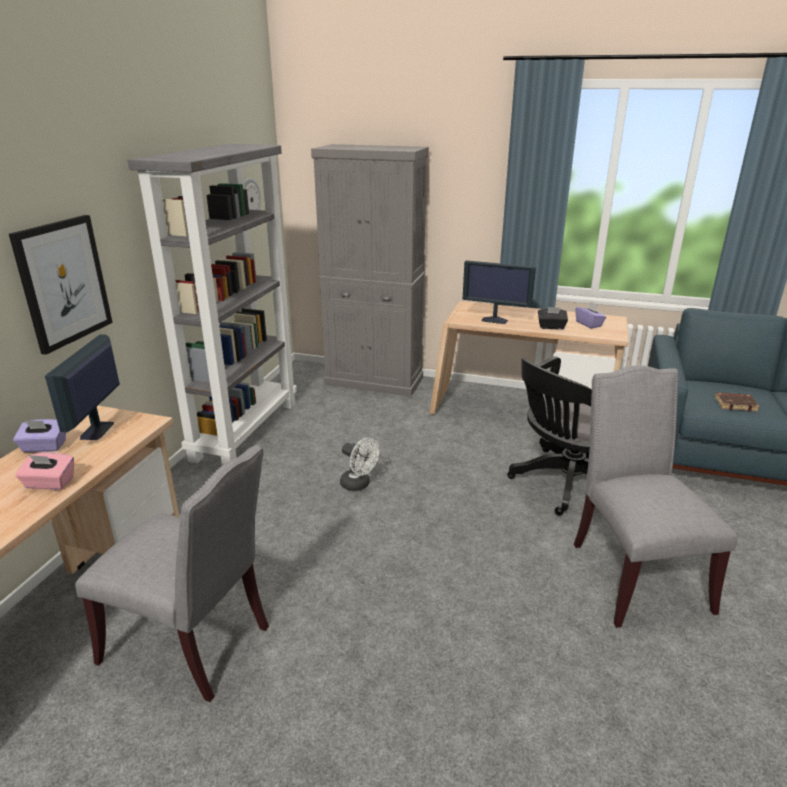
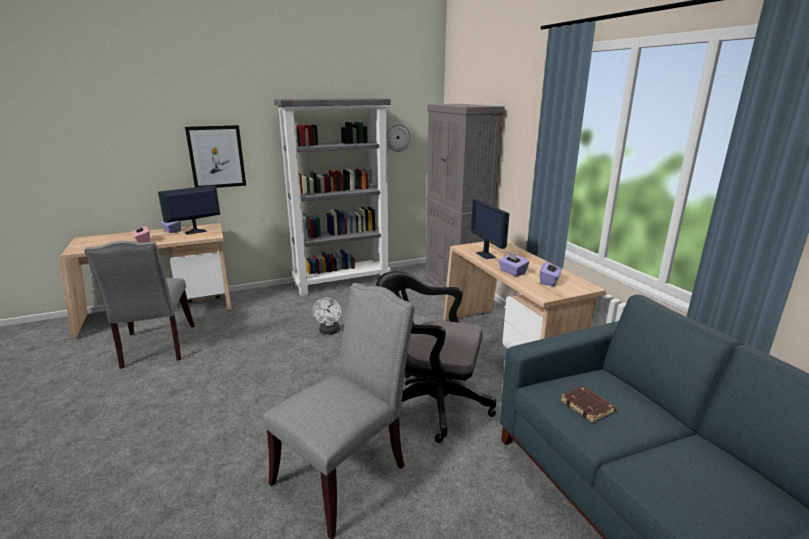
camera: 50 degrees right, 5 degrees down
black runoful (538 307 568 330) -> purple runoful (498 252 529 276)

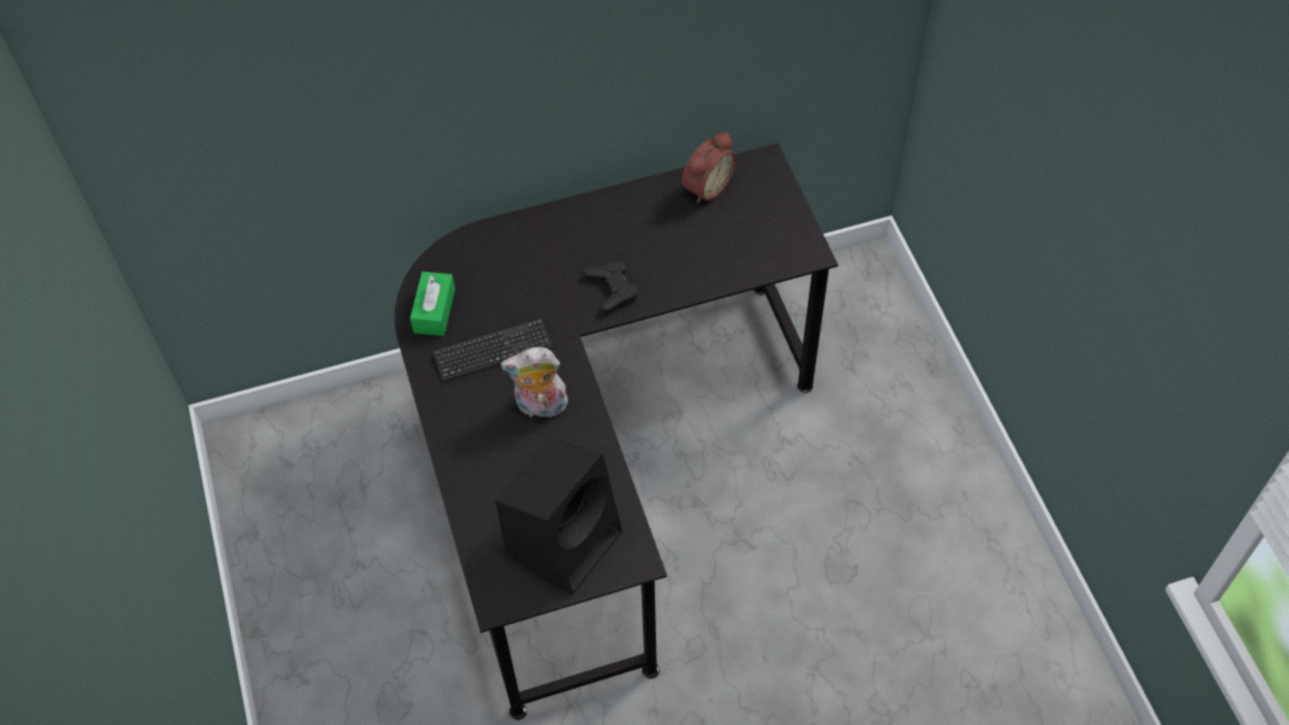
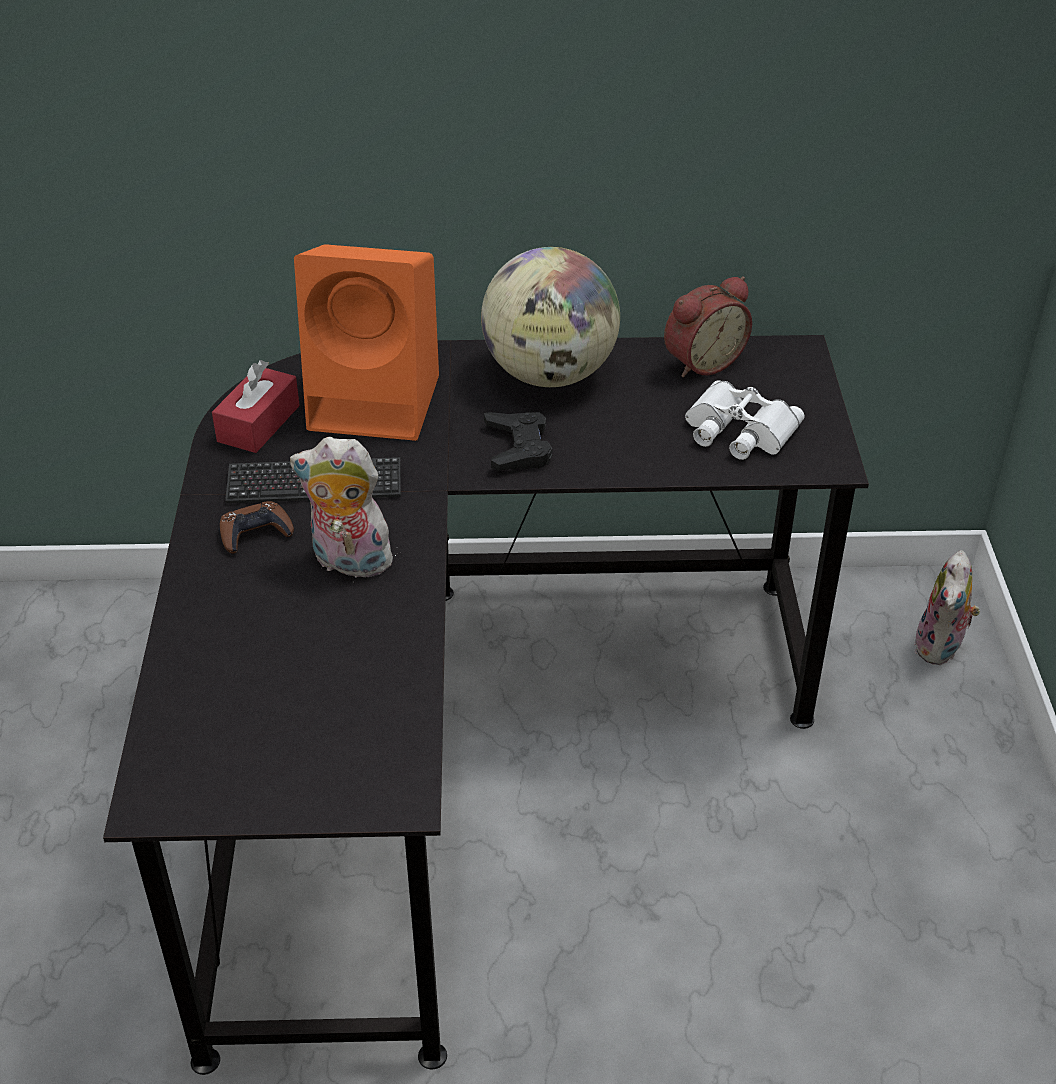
camera: 15 degrees right, 15 degrees down
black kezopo (495 437 622 595) -> none
none -> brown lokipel (220 501 294 554)
none -> orange kezopo (294 244 439 441)
none -> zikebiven (481 247 620 387)
none -> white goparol (685 380 804 460)
none -> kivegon (914 550 980 665)
green runoful (410 272 455 336) -> red runoful (212 360 300 453)

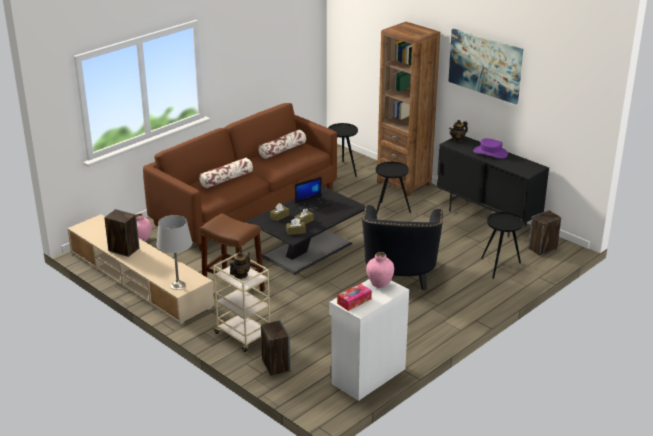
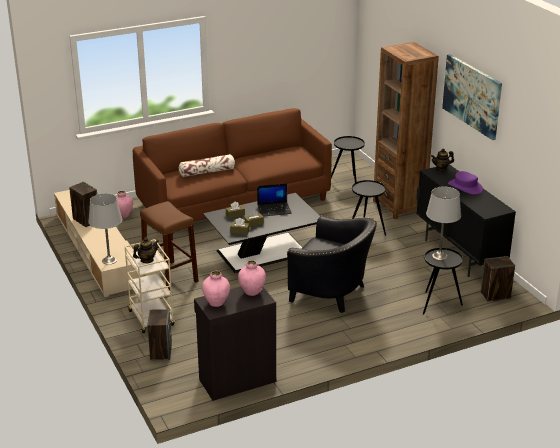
camera: 20 degrees right, 0 degrees up
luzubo (259 130 306 159) -> none
none -> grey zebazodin (426 186 461 260)
runoful (337 284 372 311) -> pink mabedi (202 271 230 307)
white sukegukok (329 279 409 401) -> black sukegukok (194 287 276 401)
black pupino (362 205 443 290) -> black pupino (287 216 377 313), 90 degrees counterclockwise

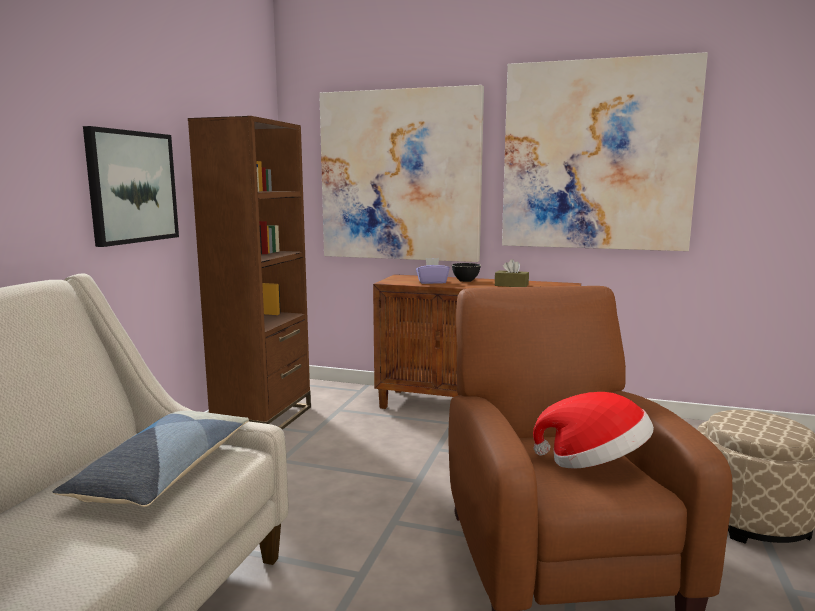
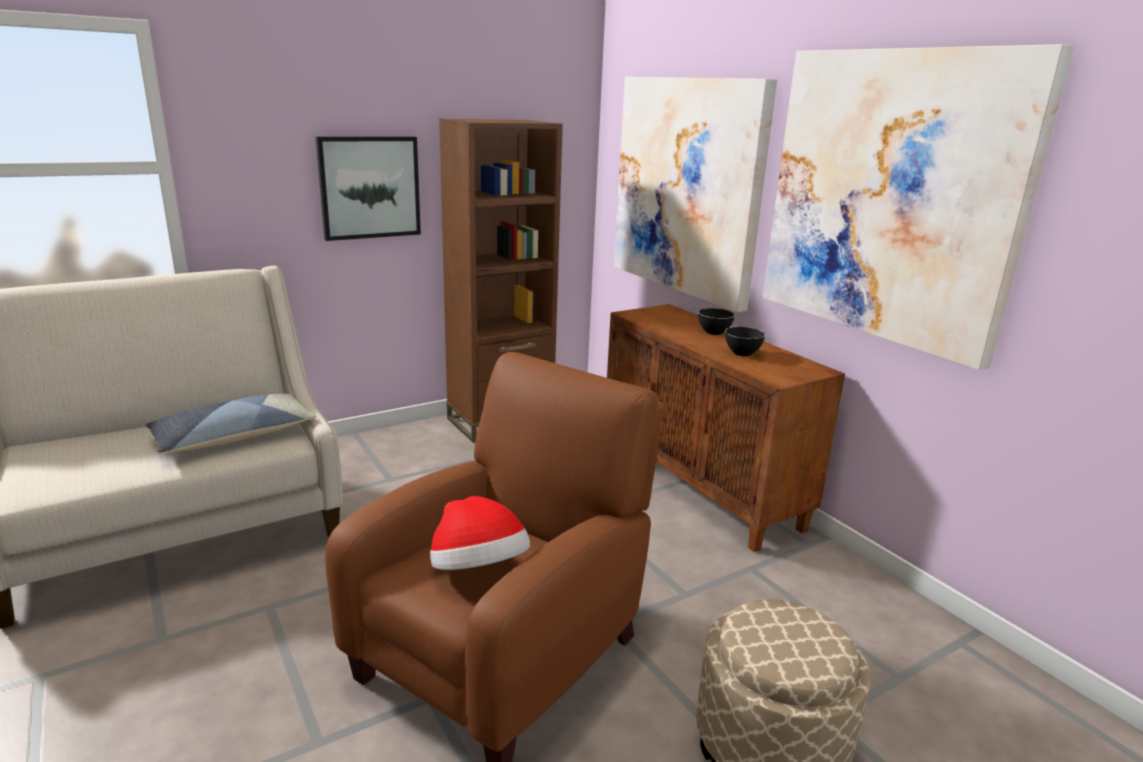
camera: 40 degrees right, 10 degrees up
purple runoful (416 258 450 284) -> none
brown runoful (495 259 529 287) -> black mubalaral (725 327 765 356)

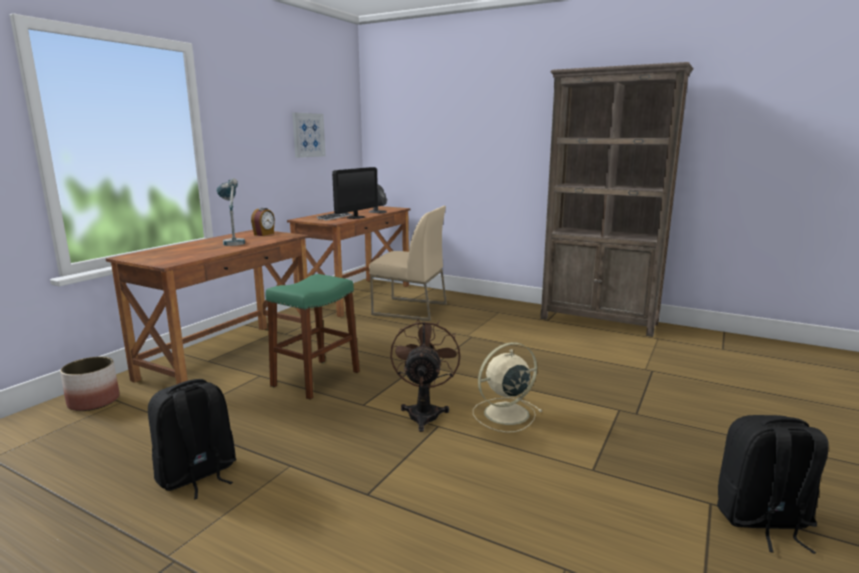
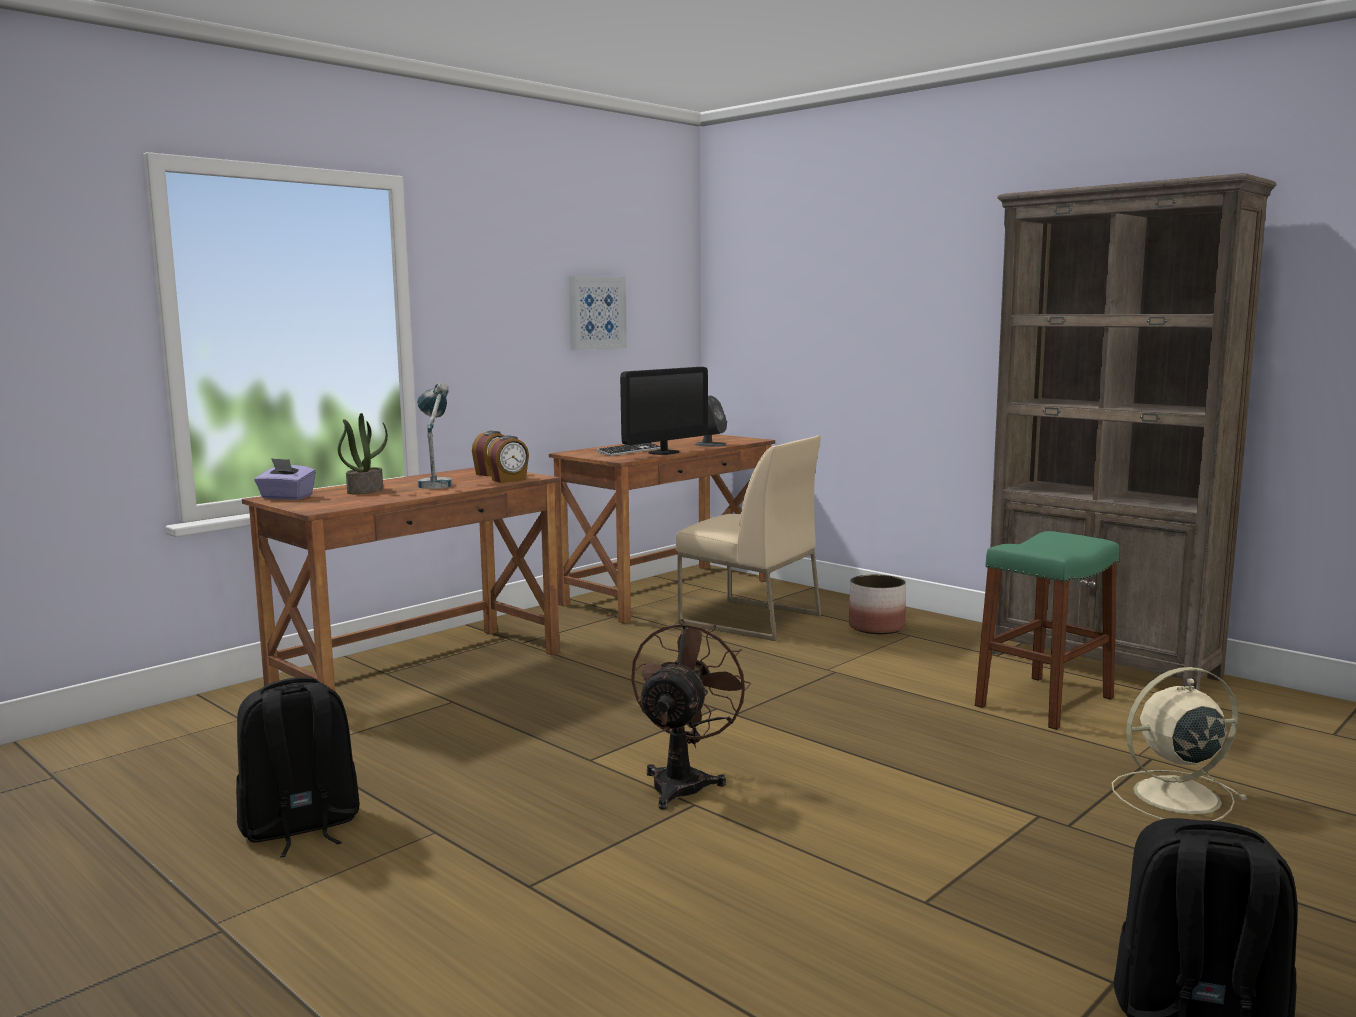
camera: 15 degrees right, 5 degrees down
none -> purple runoful (254 458 316 500)
none -> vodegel (338 413 388 494)
none -> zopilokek (487 435 529 483)
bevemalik (60 357 119 411) -> bevemalik (849 575 906 634), moved
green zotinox (265 274 360 399) -> green zotinox (975 531 1119 730), moved
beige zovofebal (473 342 543 433) -> beige zovofebal (1112 667 1247 821), moved

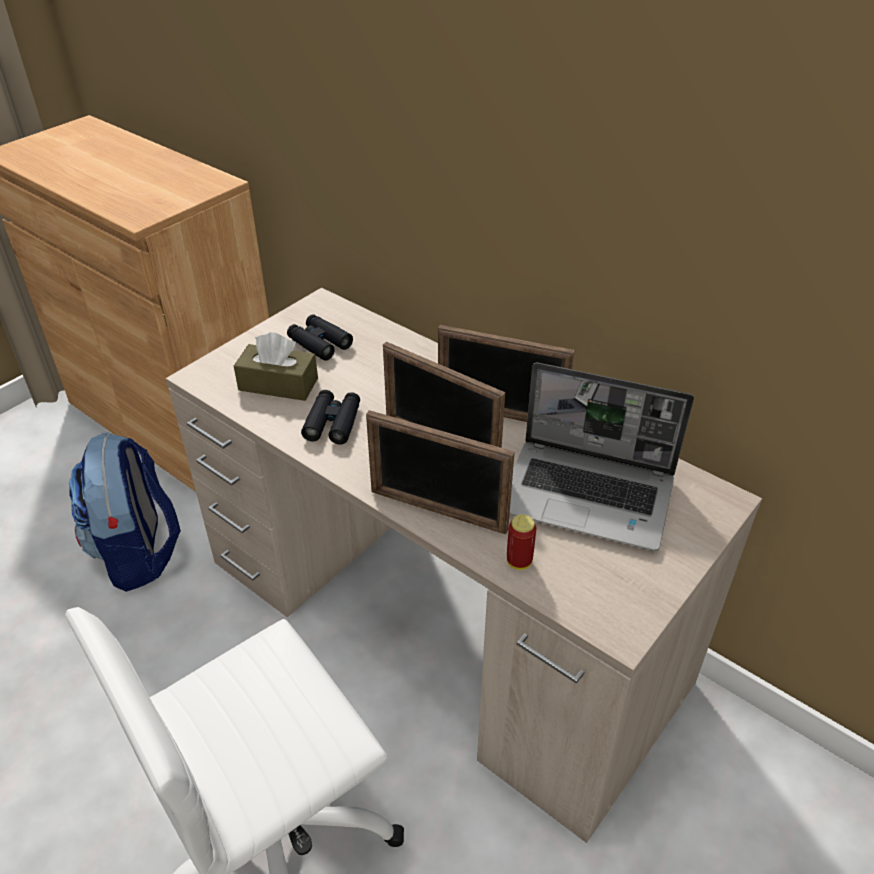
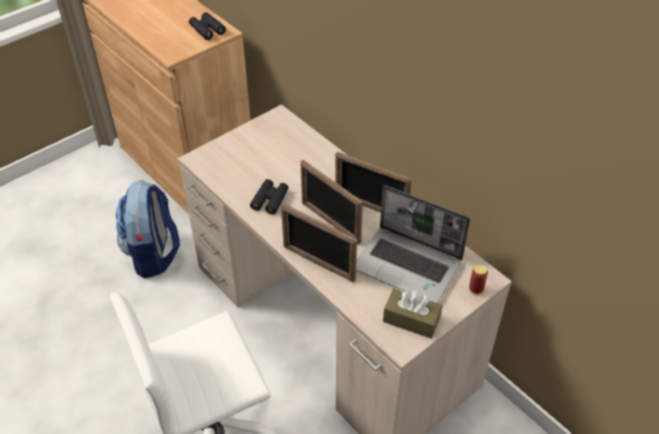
camera: 10 degrees right, 5 degrees up
brown runoful (234 332 318 401) -> brown runoful (383 289 443 339), moved
black goparol (287 314 353 361) -> black goparol (189 12 226 40), moved
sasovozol (507 514 536 570) -> sasovozol (469 264 488 295), moved

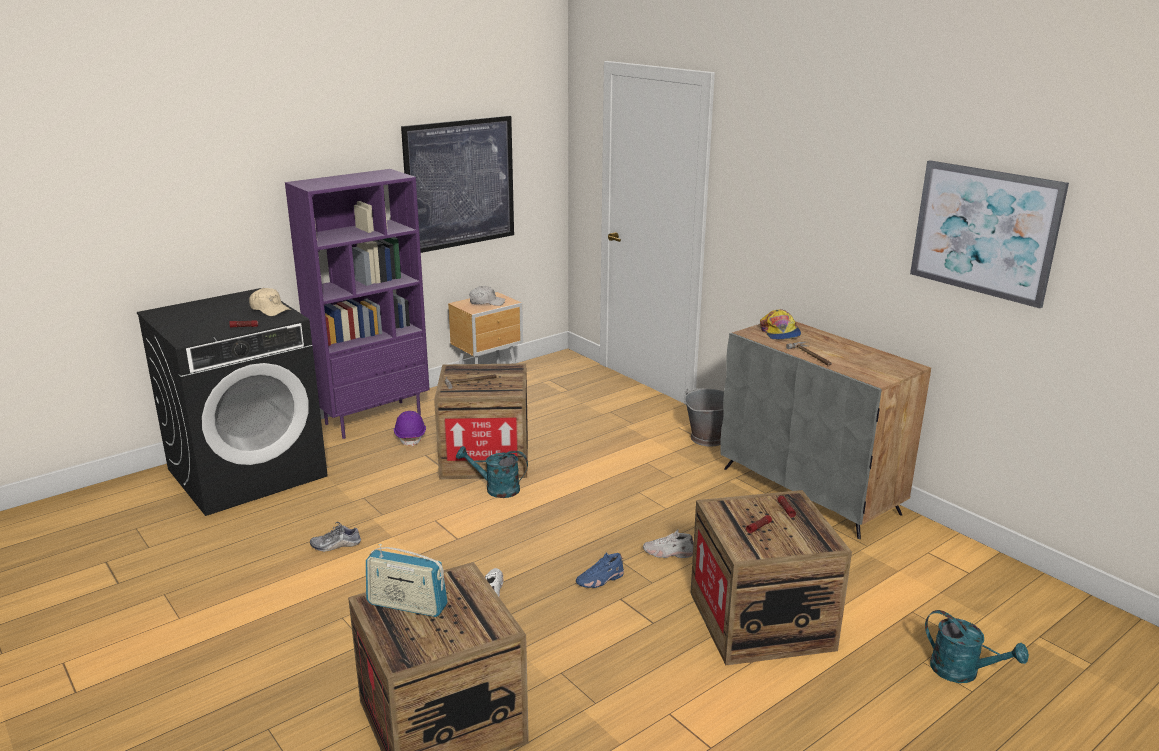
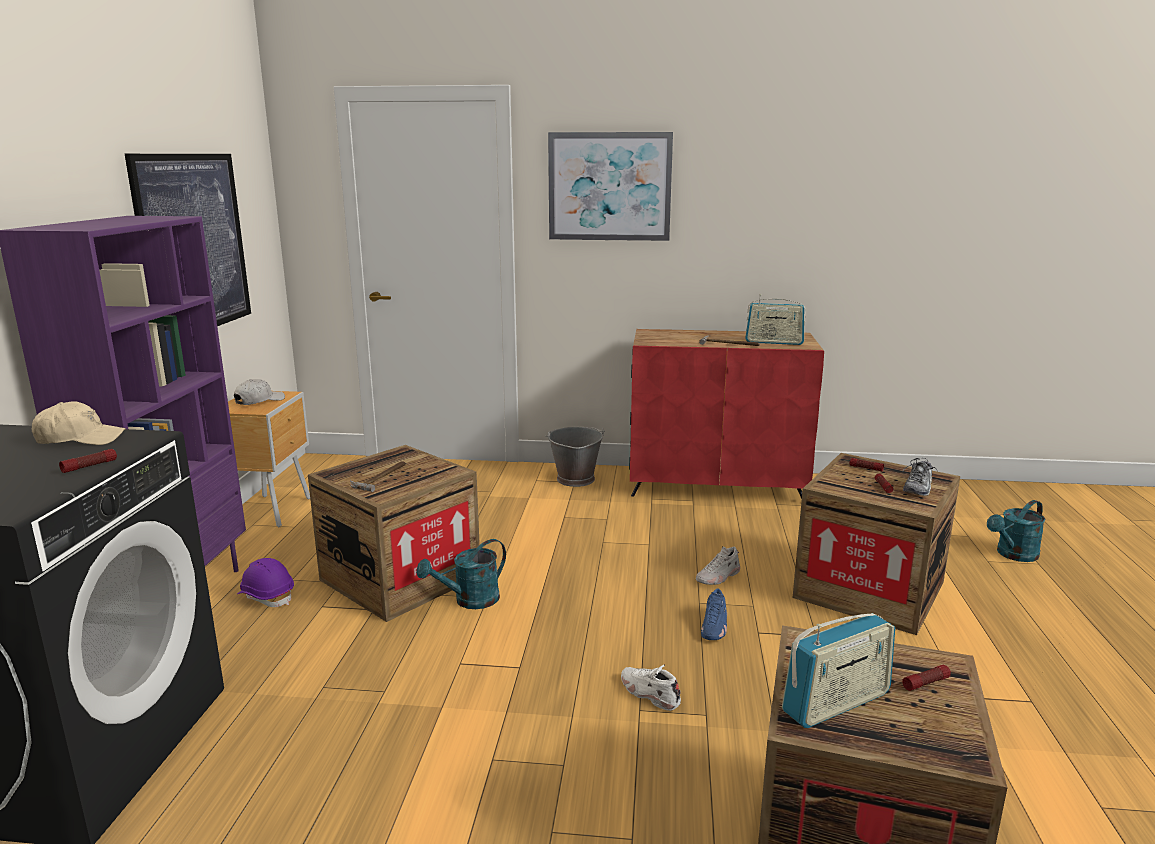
camera: 45 degrees left, 5 degrees down
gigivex (760 309 801 340) -> none
none -> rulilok (745 294 806 345)
none -> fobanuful (902 665 951 691)
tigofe (310 522 361 552) -> tigofe (903 458 938 496), moved
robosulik (910 160 1069 309) -> robosulik (548 132 673 241), moved
grey sukegukok (720 321 931 539) -> red sukegukok (629 329 824 499)
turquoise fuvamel (925 610 1029 683) -> turquoise fuvamel (987 500 1045 562), 150 degrees clockwise

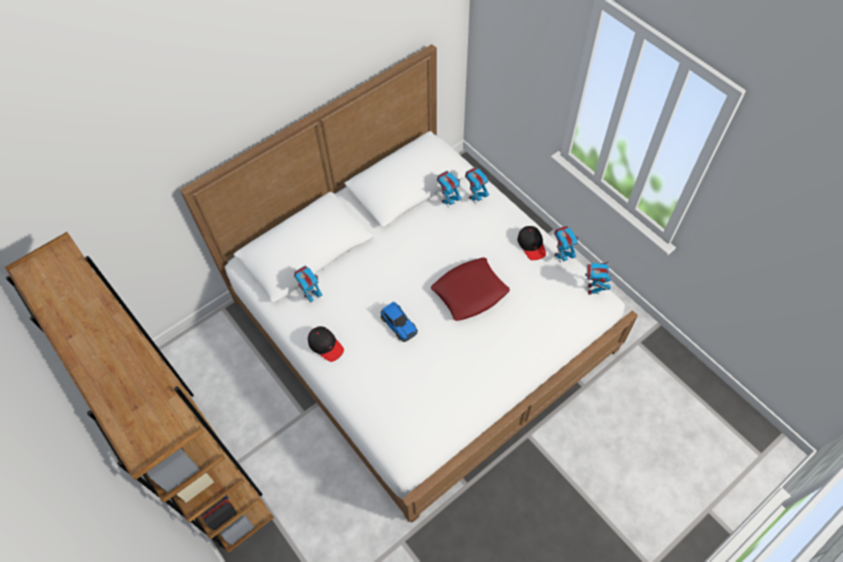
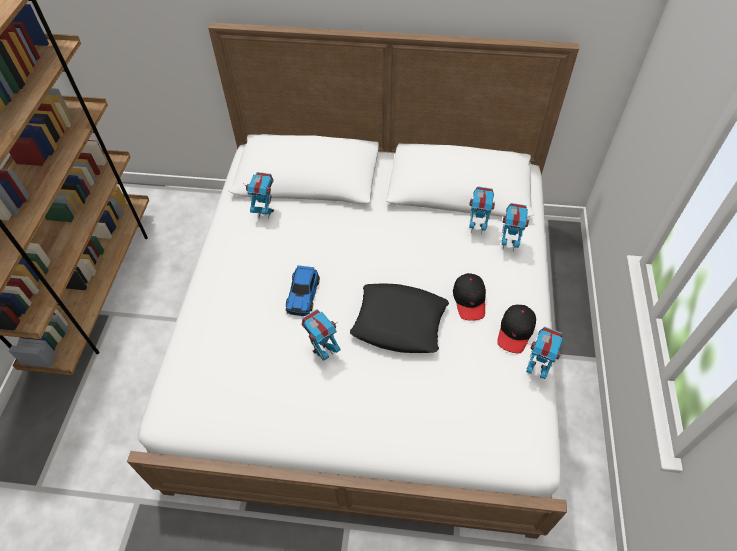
camera: 45 degrees right, 5 degrees down
black gigivex (308 326 344 362) -> black gigivex (453 273 486 321), moved
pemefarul (585 260 612 295) -> pemefarul (302 309 341 360), moved
red luzubo (431 257 510 321) -> black luzubo (350 283 449 353)

